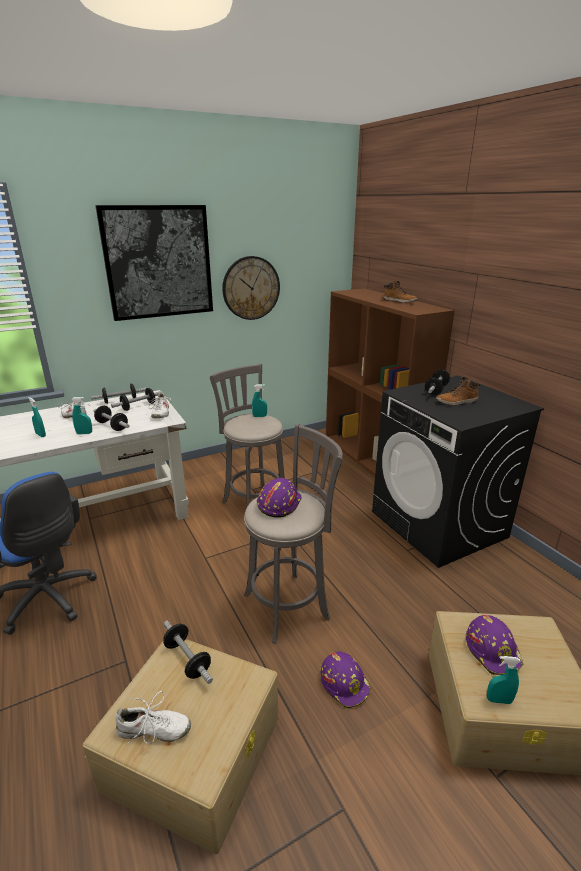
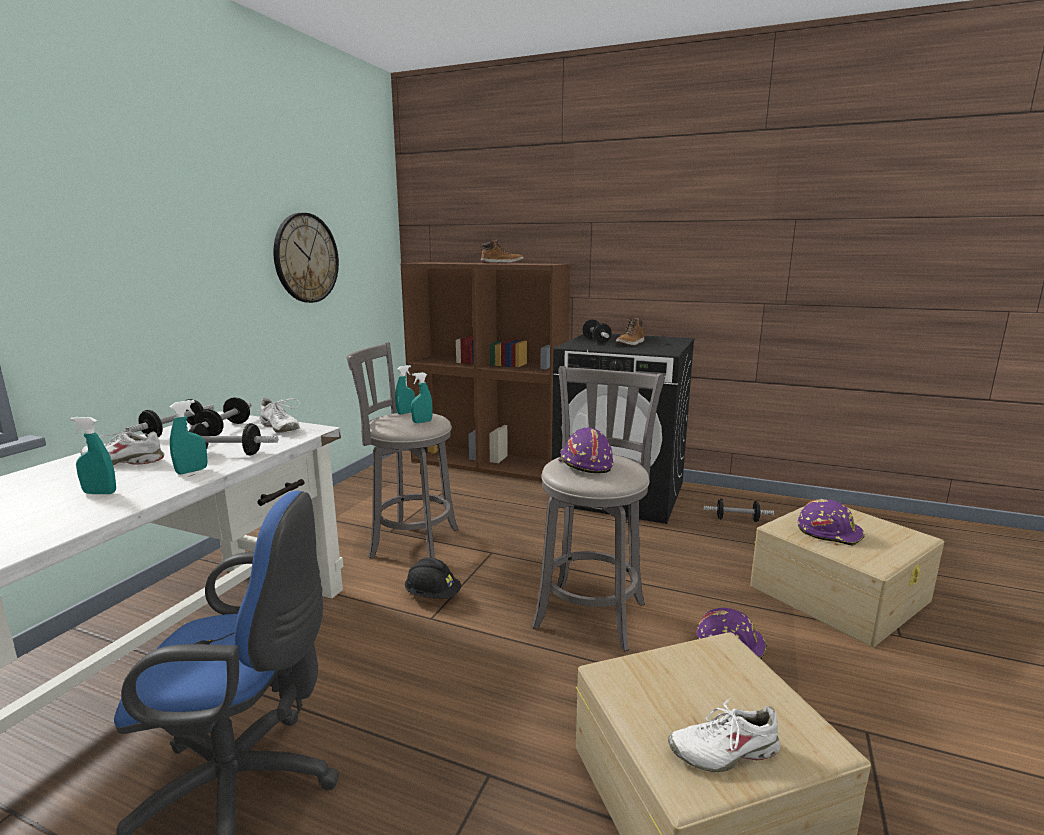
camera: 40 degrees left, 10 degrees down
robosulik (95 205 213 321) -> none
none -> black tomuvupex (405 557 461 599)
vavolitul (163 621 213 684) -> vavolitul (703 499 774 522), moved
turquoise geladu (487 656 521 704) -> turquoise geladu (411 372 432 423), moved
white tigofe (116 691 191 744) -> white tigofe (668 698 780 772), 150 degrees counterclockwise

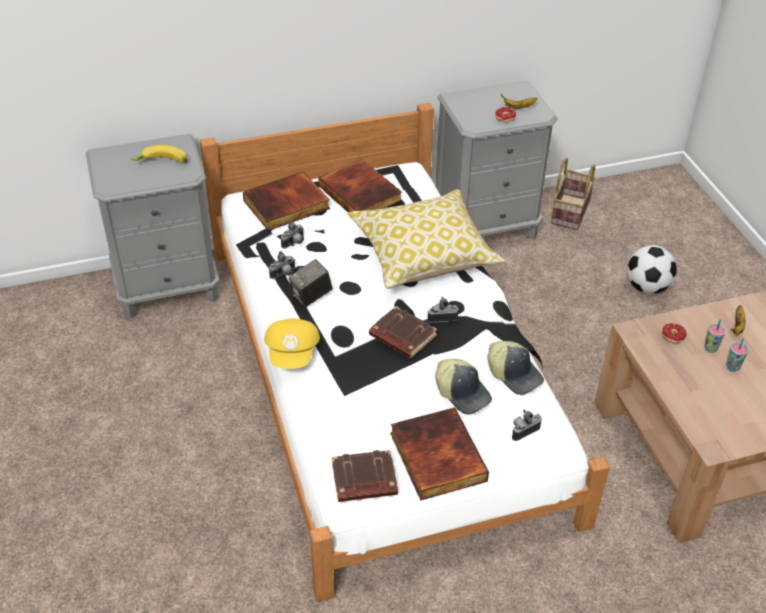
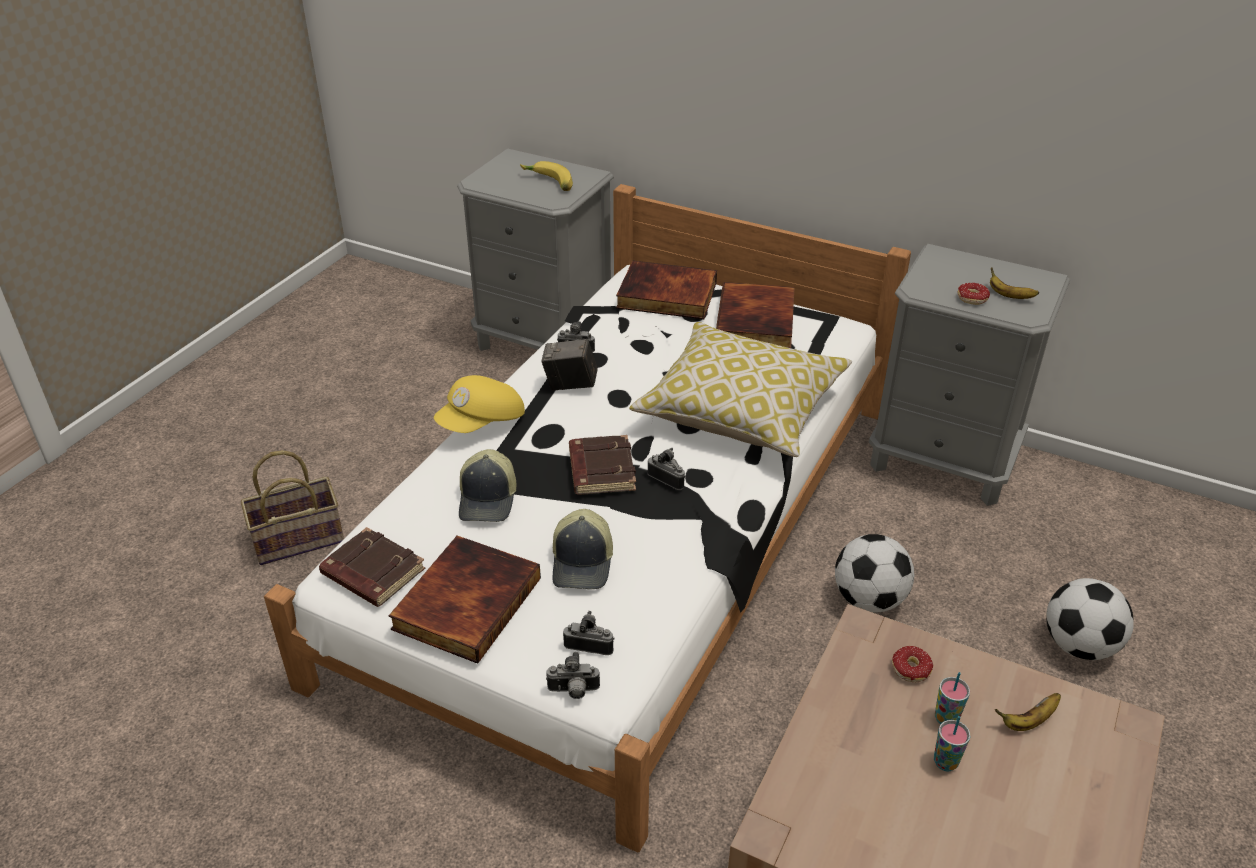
camera: 45 degrees right, 5 degrees down
none -> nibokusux (835 534 915 612)
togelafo (281 221 304 248) -> togelafo (546 652 600 699), moved
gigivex (487 341 544 395) -> gigivex (459 449 516 522), moved
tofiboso (551 158 595 230) -> tofiboso (241 450 344 565), moved

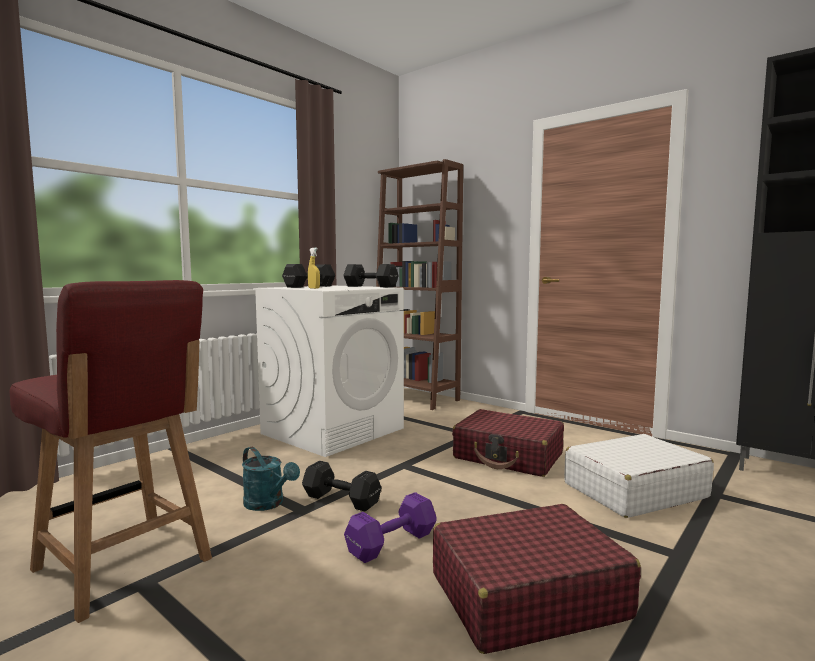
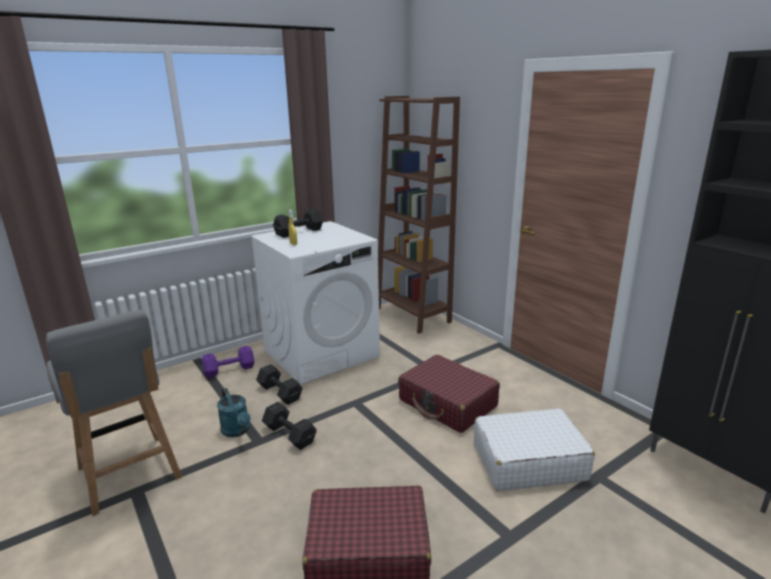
camera: 15 degrees right, 15 degrees up
black vavolitul (343 264 399 287) -> black vavolitul (256 364 303 405), moved
purple vavolitul (344 492 436 563) -> purple vavolitul (202 346 254 378), moved
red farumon (10 280 212 623) -> grey farumon (46 310 182 516)

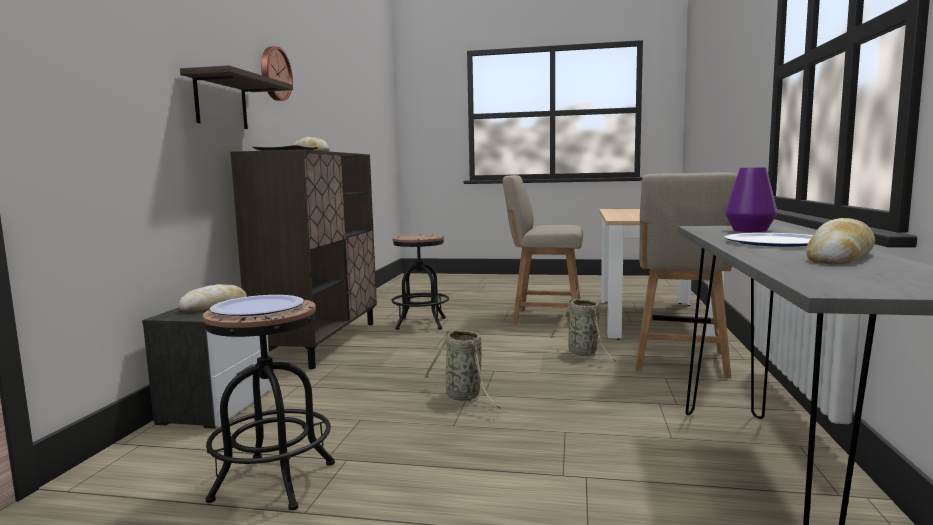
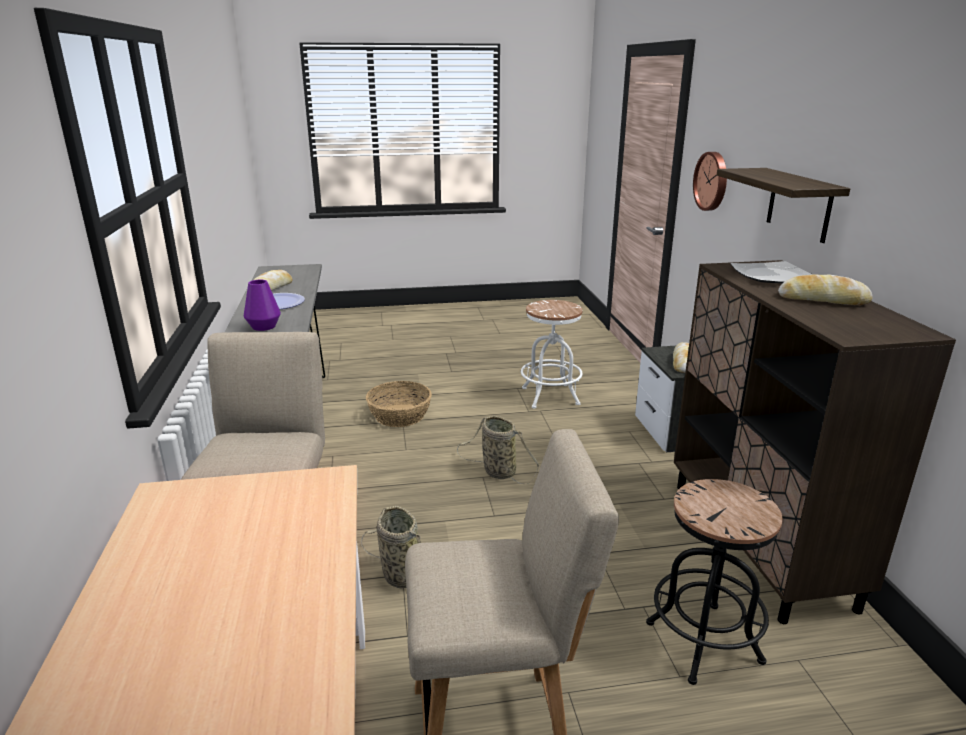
camera: 160 degrees right, 15 degrees up
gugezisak (210 295 304 316) -> none
none -> tofiboso (366 381 432 427)
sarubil (261 46 293 101) -> sarubil (693 152 727 211), moved
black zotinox (203 299 335 510) -> white zotinox (521 300 583 409)

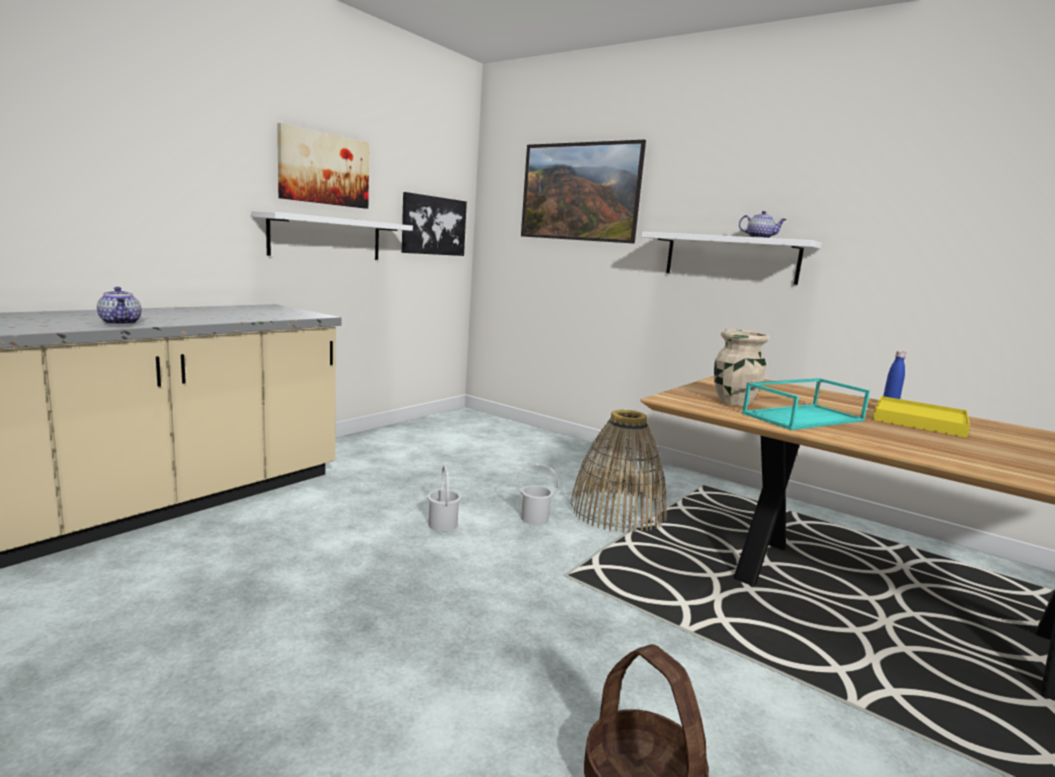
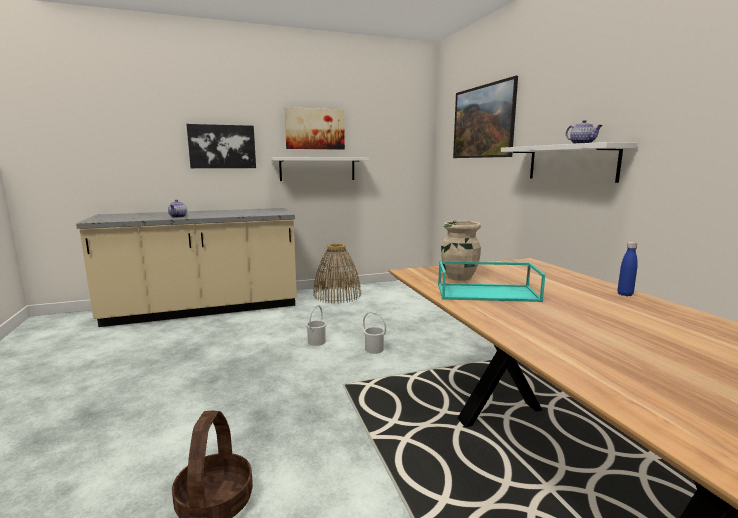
camera: 35 degrees right, 0 degrees up
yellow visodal (873 396 970 438) -> none
robosulik (402 192 467 256) -> robosulik (186 124 256 168), moved
tofiboso (571 409 667 533) -> tofiboso (313 244 362 304), moved

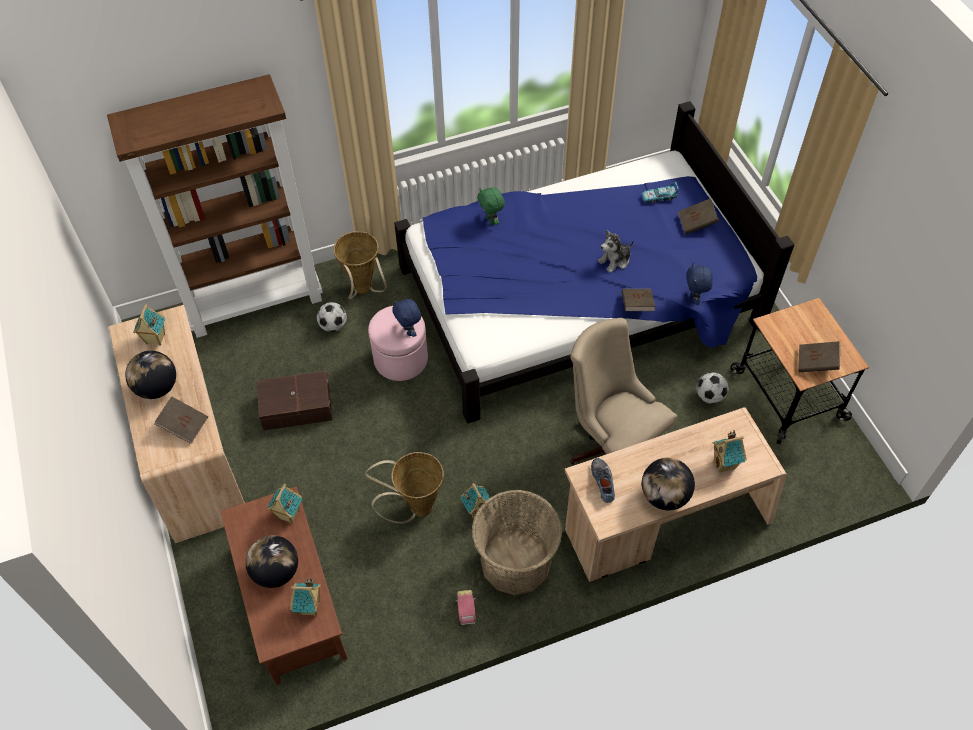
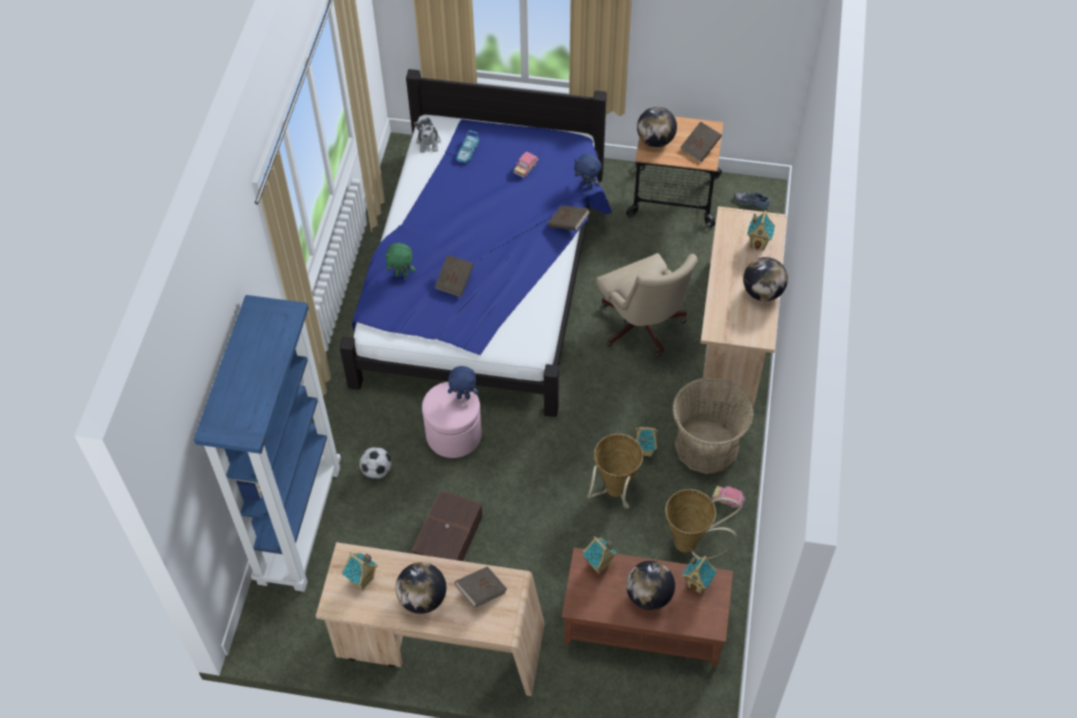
camera: 60 degrees left, 0 degrees up
nibokusux (696 372 728 404) -> none
none -> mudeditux (514 152 538 178)
none -> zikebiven (637 107 677 147)
tofiboso (333 231 387 299) -> tofiboso (665 489 741 559), moved
tigofe (591 458 615 503) -> tigofe (734 192 770 209), moved
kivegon (598 230 634 273) -> kivegon (414 118 441 153), moved
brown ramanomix (678 198 719 234) -> brown ramanomix (435 255 474 297), moved
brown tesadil (107 74 323 338) -> blue tesadil (194 295 341 592)
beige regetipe (570 318 677 465) -> beige regetipe (596 253 698 357), 105 degrees counterclockwise

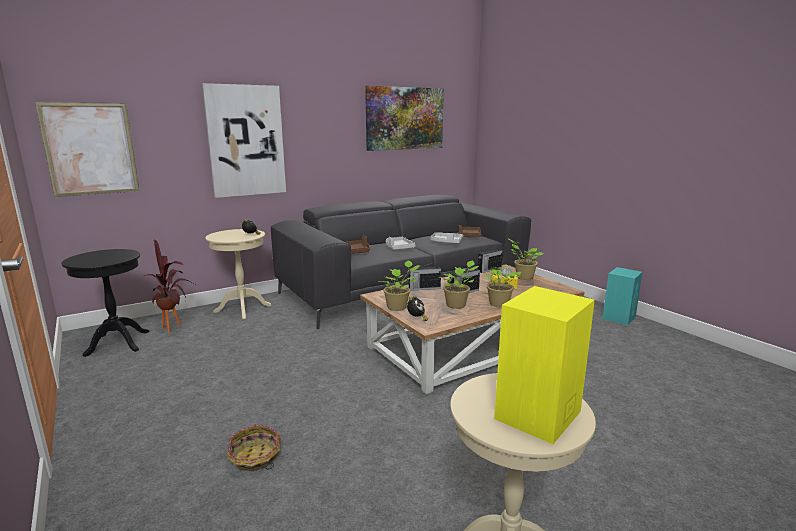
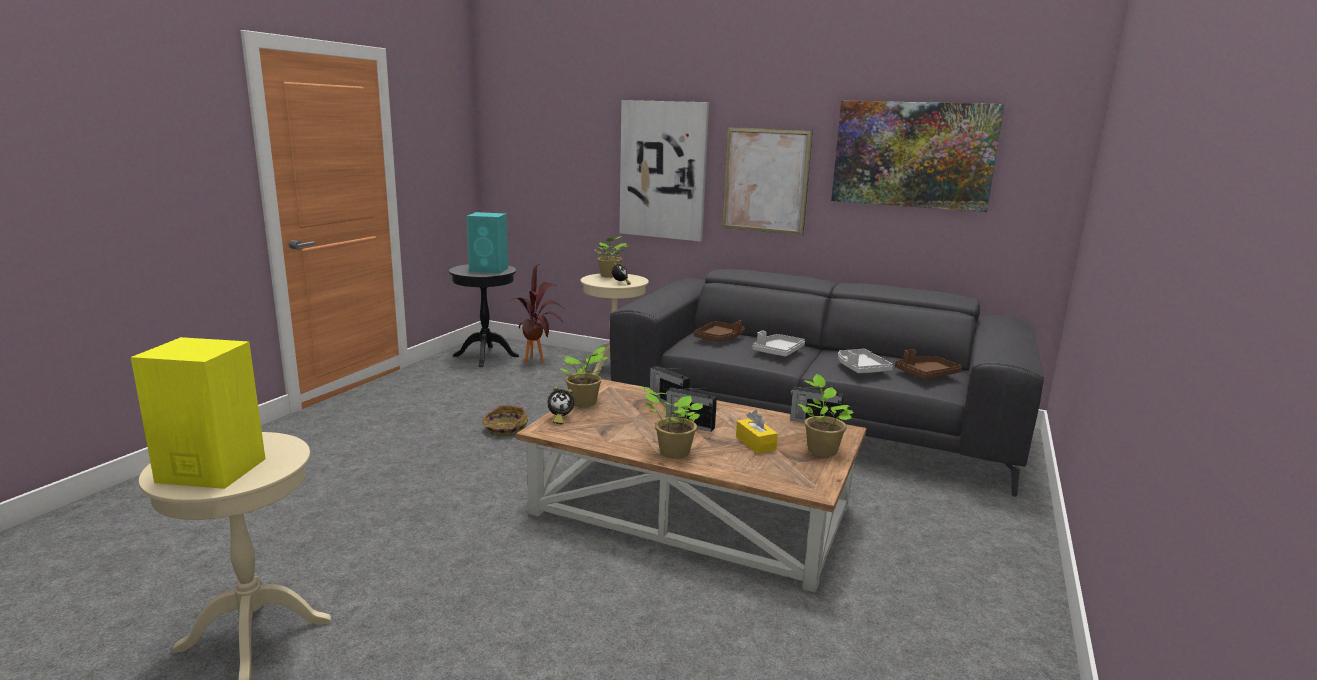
camera: 55 degrees right, 0 degrees up
robosulik (35 102 140 197) -> robosulik (722 127 813 235), moved
tofiboso (226 424 281 471) -> tofiboso (482 405 528 436), moved
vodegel (440 260 479 309) -> vodegel (595 236 627 278), moved
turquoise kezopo (602 267 643 325) -> turquoise kezopo (467 212 508 274), moved

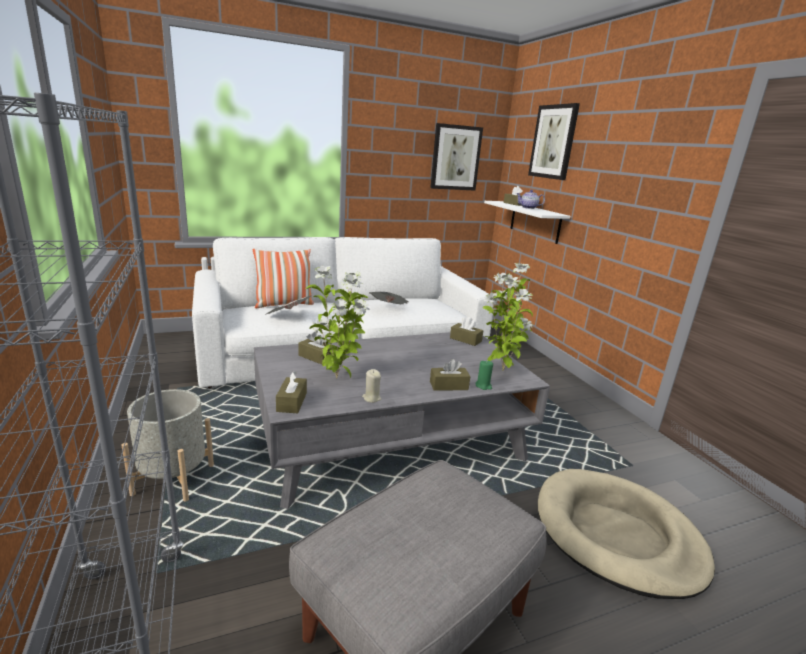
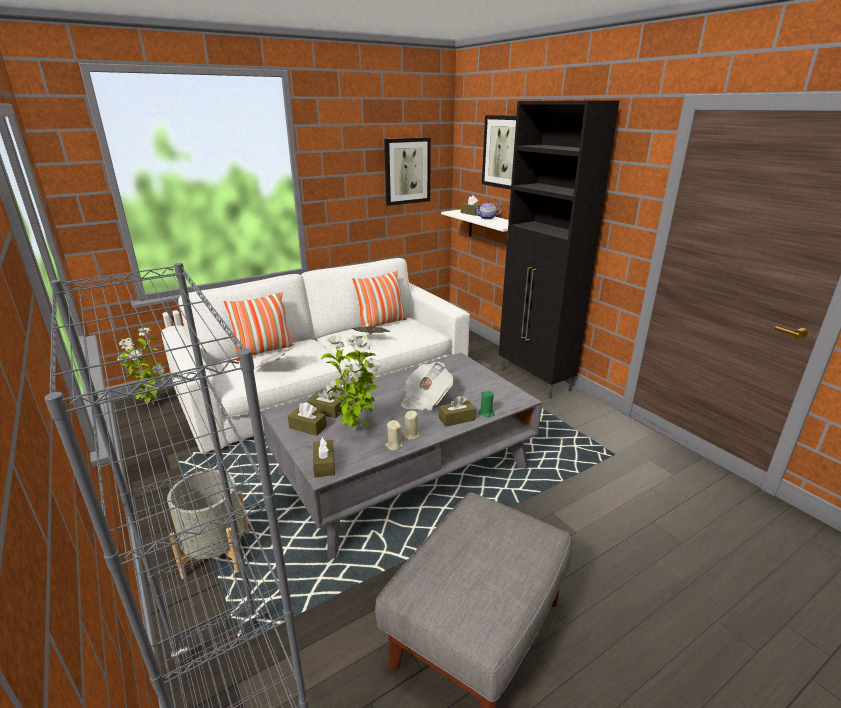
camera: 10 degrees left, 5 degrees up
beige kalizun (537 469 715 599) -> none
none -> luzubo (352 271 407 327)
none -> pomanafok (401 362 453 411)
none -> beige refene (403 411 419 440)
none -> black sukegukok (499 100 619 399)
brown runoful (450 317 483 346) -> brown runoful (288 402 327 436), moved
vodegel (483 263 533 370) -> vodegel (118 328 165 405), moved

